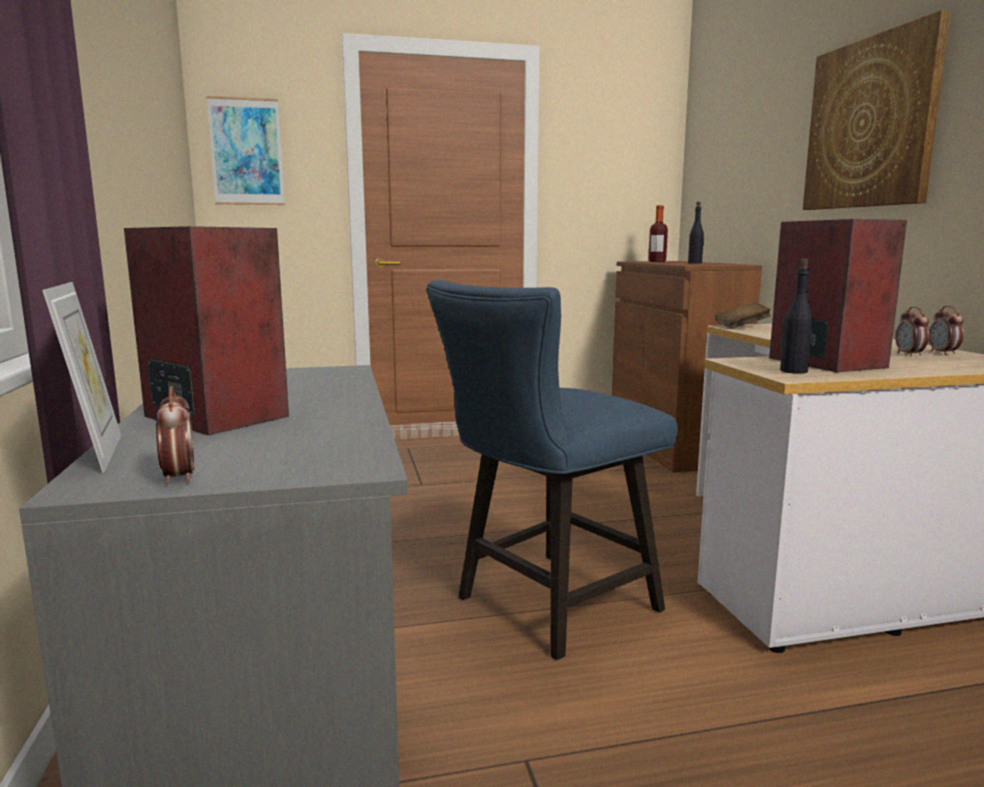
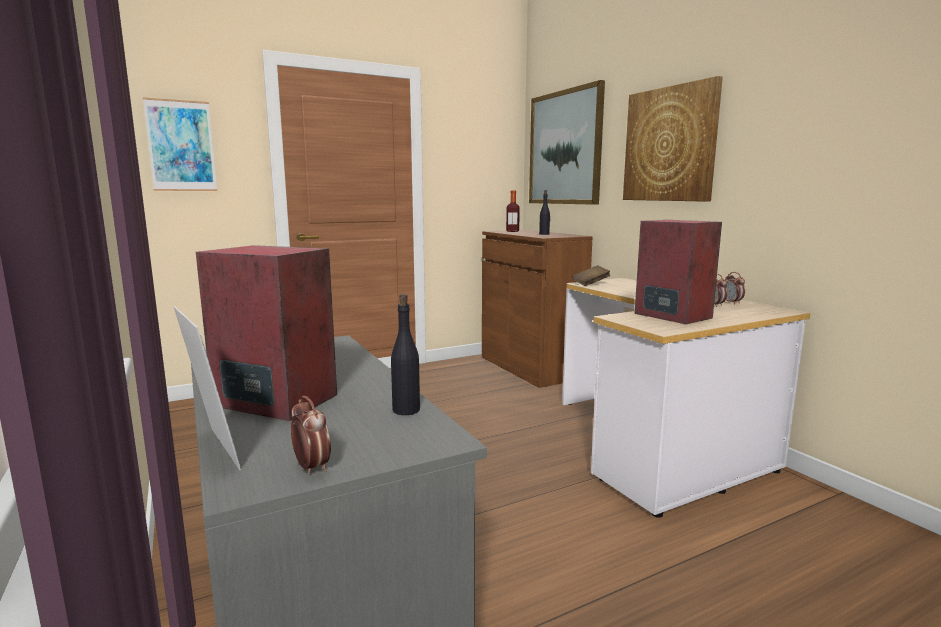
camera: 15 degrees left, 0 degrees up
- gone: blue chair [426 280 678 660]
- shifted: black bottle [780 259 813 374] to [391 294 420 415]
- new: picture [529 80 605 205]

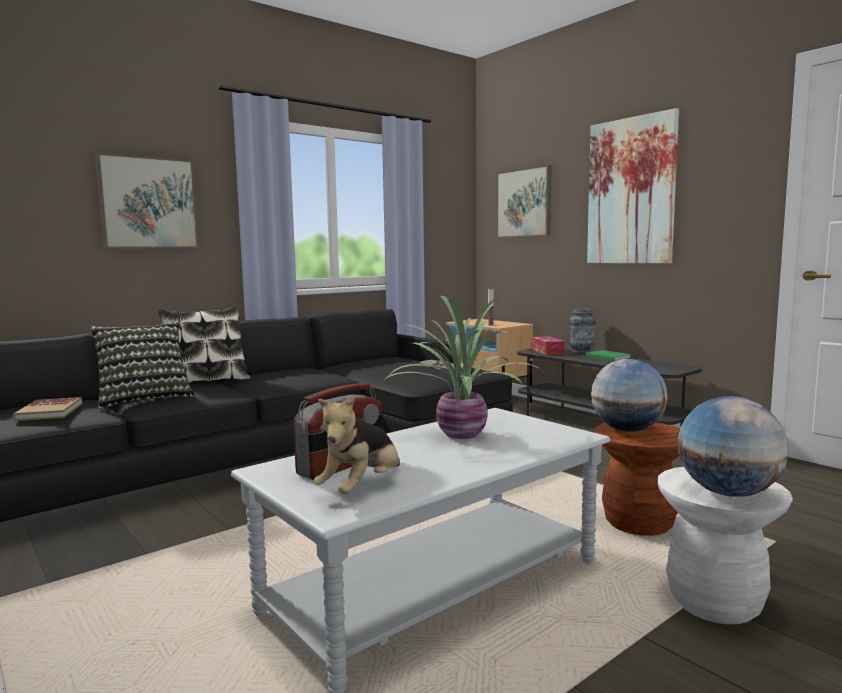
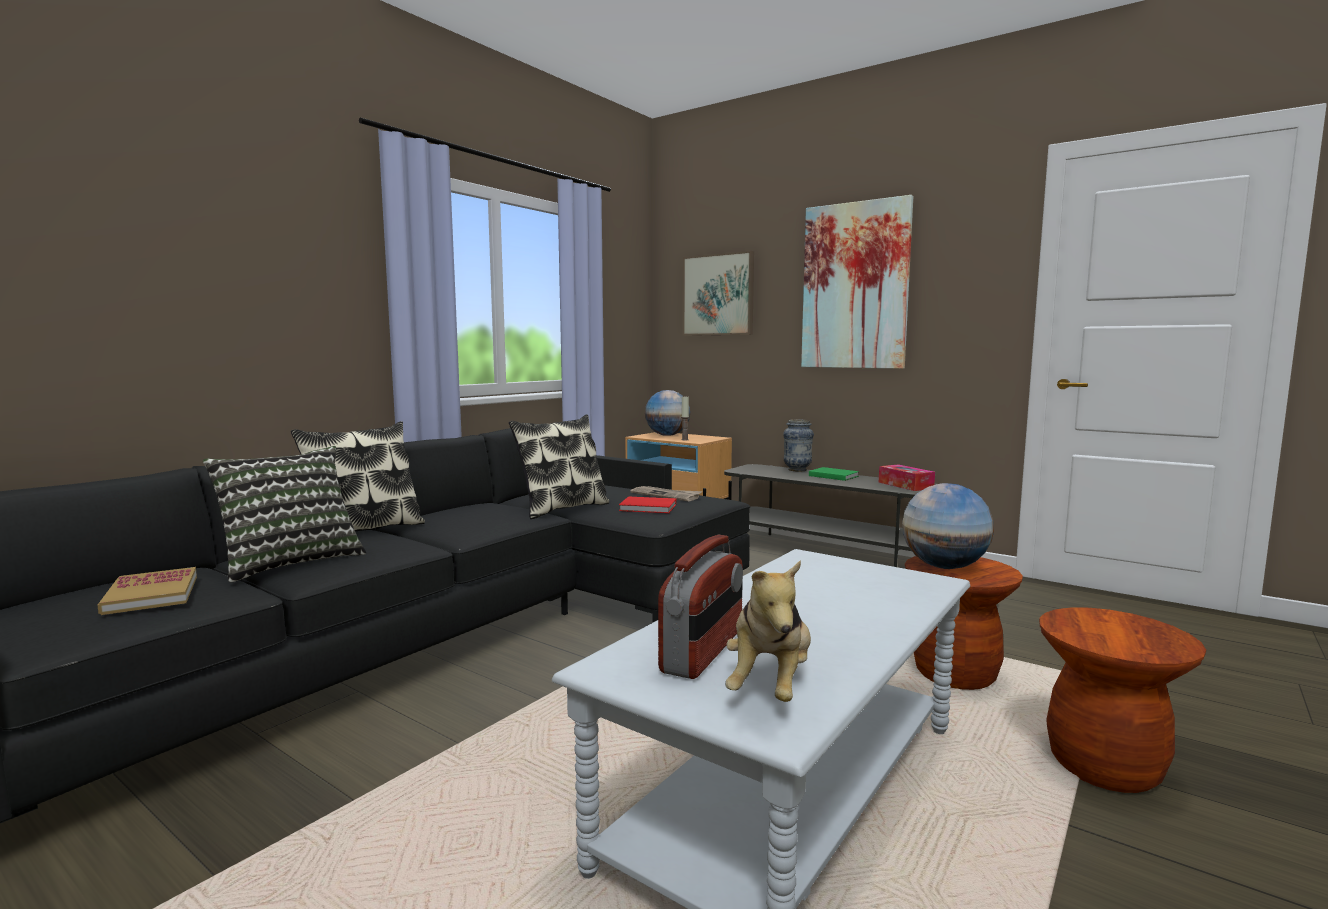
camera: 15 degrees left, 0 degrees up
- gone: picture [95 152 199 249]
- gone: potted plant [382 295 542 439]
- shifted: tissue box [532 336 565 355] to [879 464 935 491]
- repainted: white stool [657 467 793 624] to brown stool [1039 607 1206 793]
- shifted: globe [677 396 789 497] to [645 390 690 436]
- new: pillow [509 415 609 519]
- new: red book [619 496 676 513]

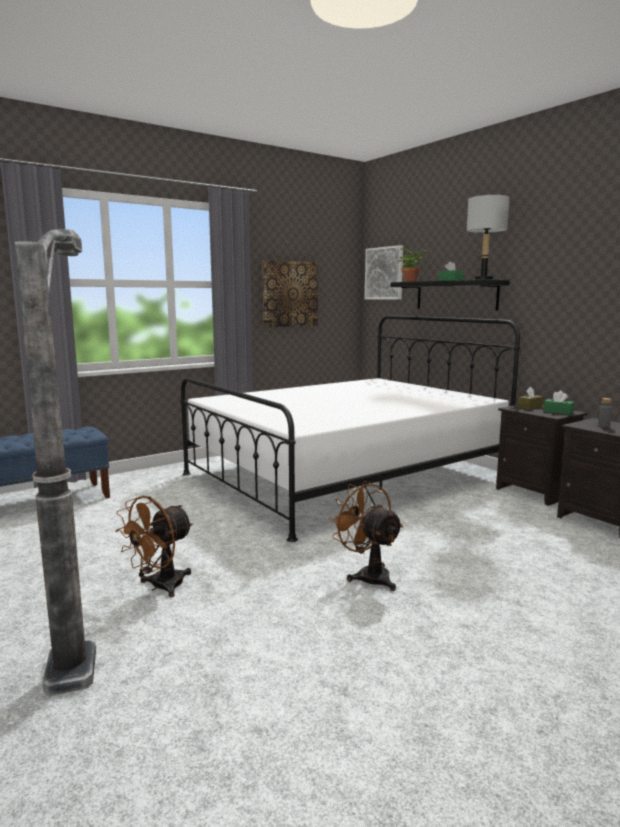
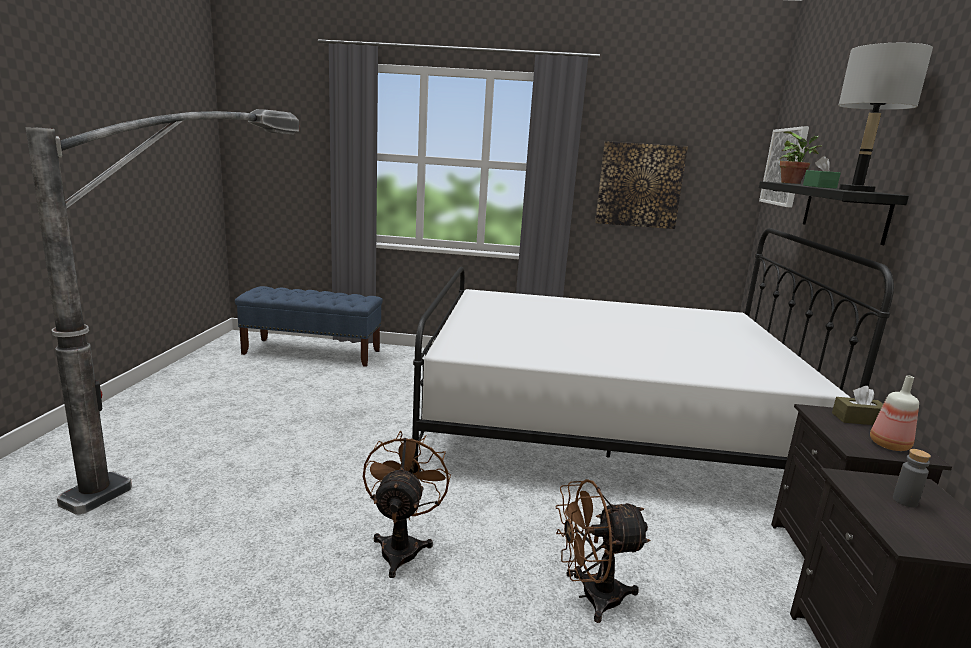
camera: 40 degrees right, 5 degrees up
- shifted: brown fan [115 496 193 597] to [555 479 651 623]
- swapped: green tissue box [543 391 574 415] to bottle [870 375 919 451]

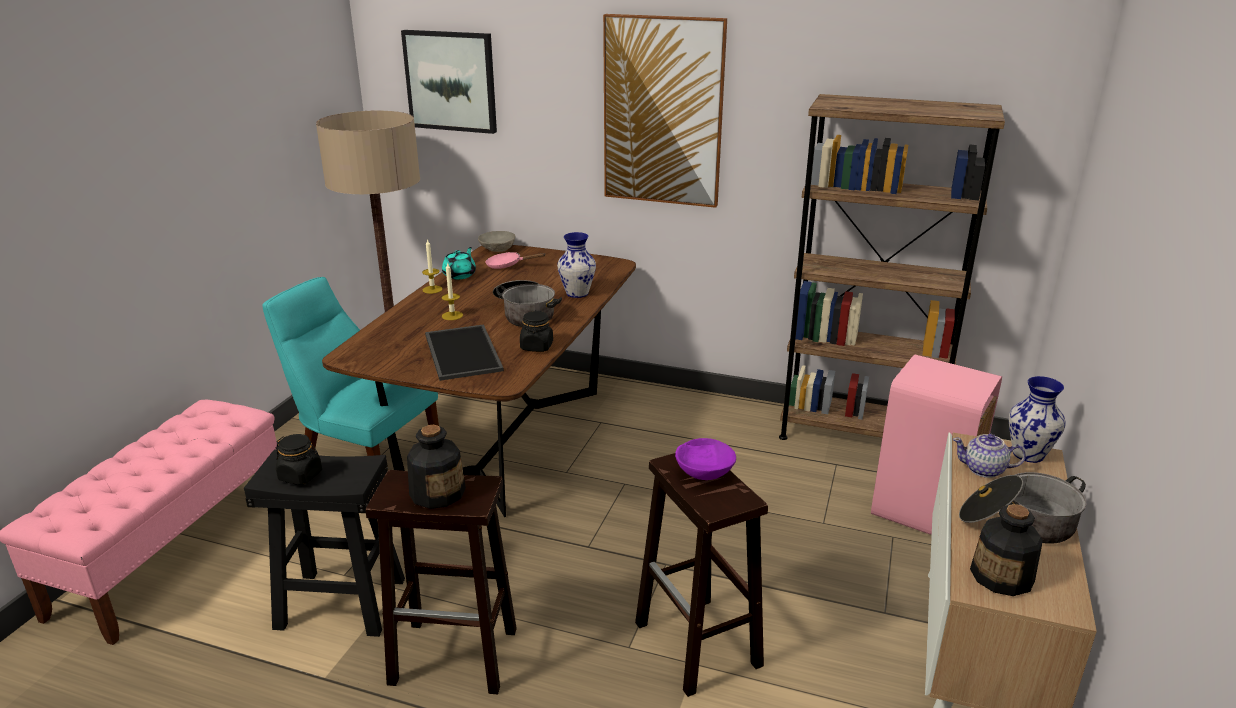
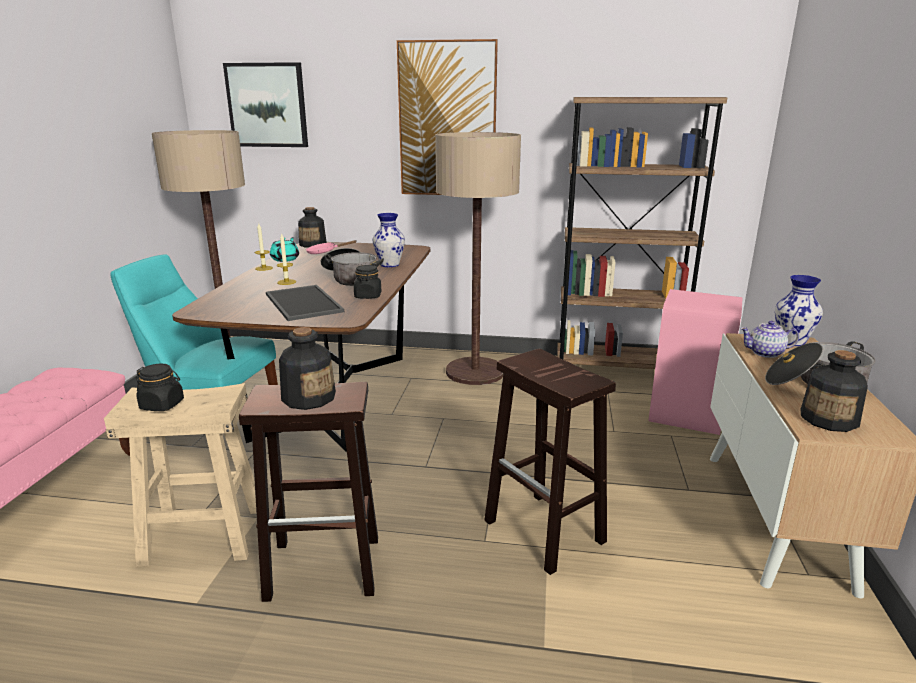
camera: 10 degrees left, 5 degrees down
- repainted: black stool [244 449 405 637] to beige stool [104 383 256 567]
- swapped: grey bowl [478 231 515 252] to bottle [298 207 327 248]
- gone: purple bowl [675 438 736 480]
- new: floor lamp [435 132 521 385]

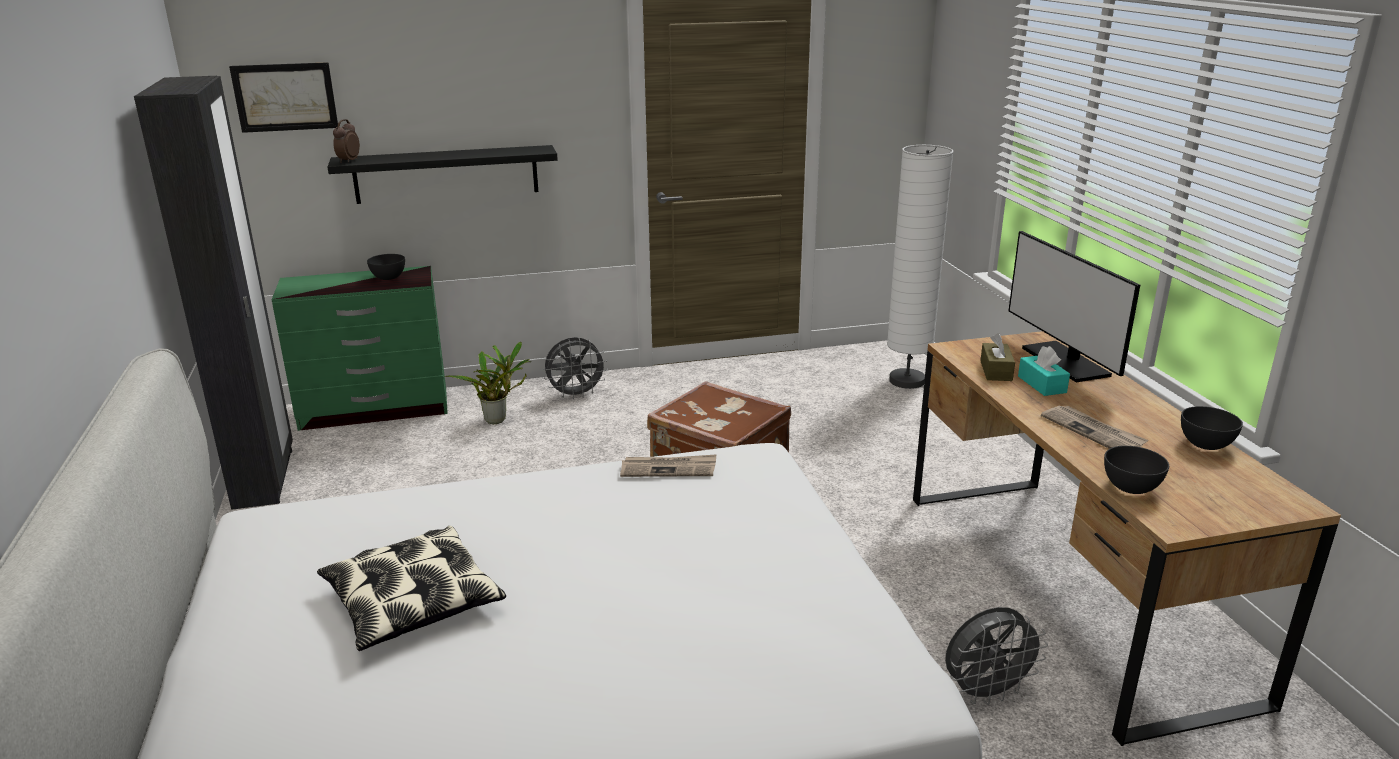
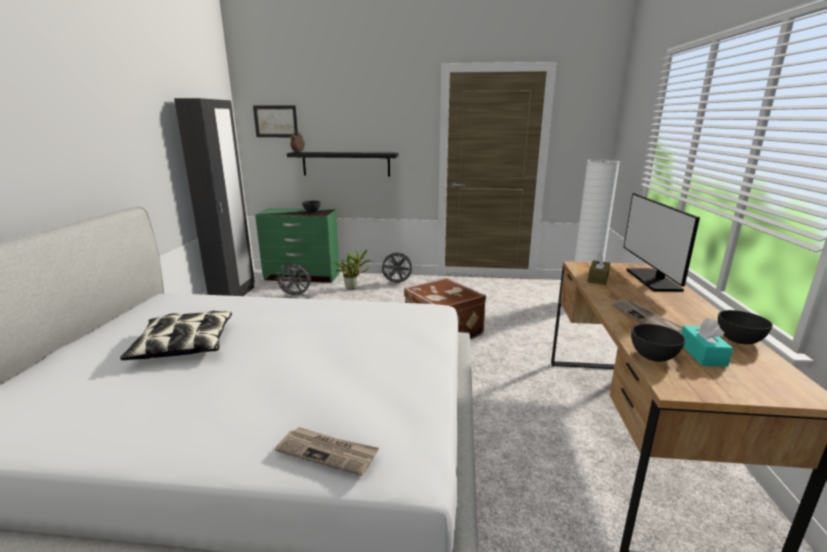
camera: 20 degrees right, 5 degrees down
- shifted: newspaper [620 454 716 477] to [275 427 379 476]
- shifted: grey fan [945 607 1048 705] to [275 263 311 298]
- shifted: turquoise tissue box [1018 346 1070 396] to [681 318 733 367]

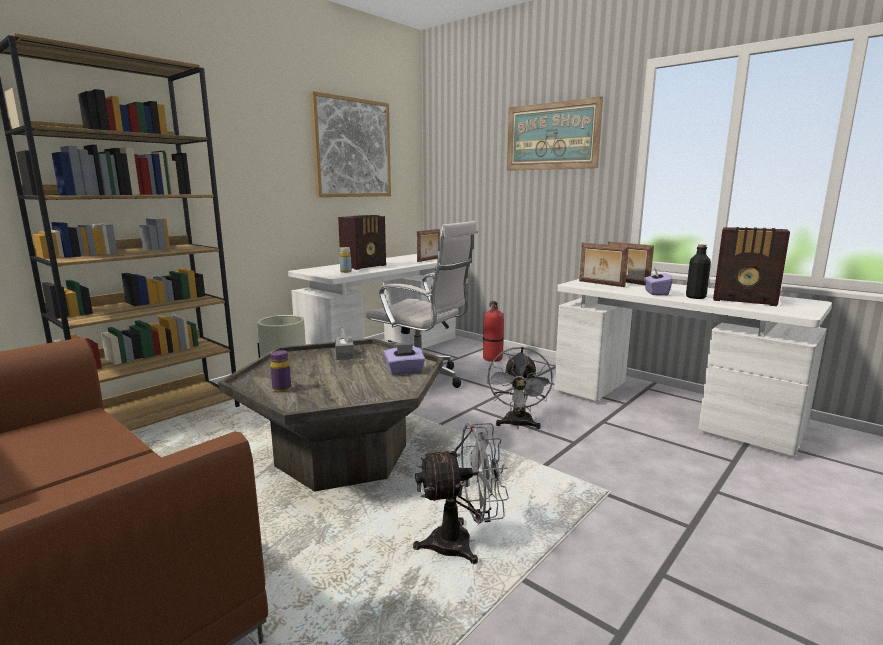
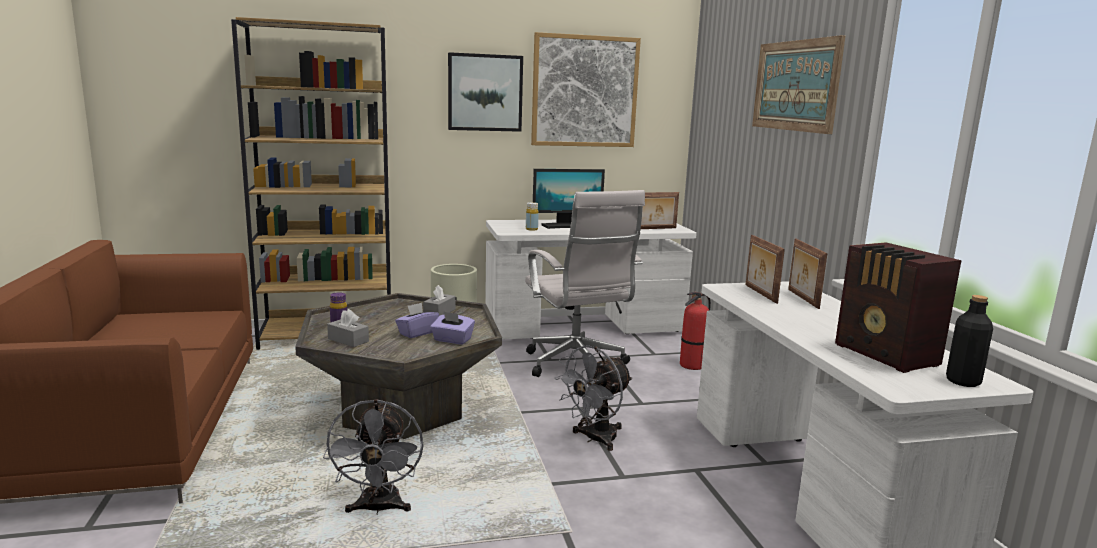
camera: 35 degrees right, 0 degrees up
- swapped: radio [338 215 386 270] to monitor [533 169 605 229]
- rotated: grey fan [413 423 509 564] = [323 399 423 515] 60 degrees clockwise
- shifted: purple tissue box [644 268 673 295] to [395 303 439 338]
- shifted: black bottle [686 244 711 299] to [946 295 993 387]
- new: grey tissue box [327 309 369 347]
- new: picture [448 52 523 132]

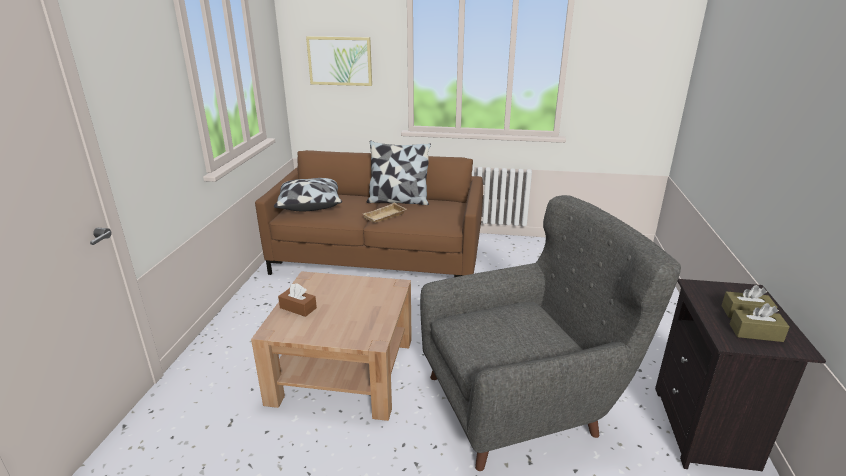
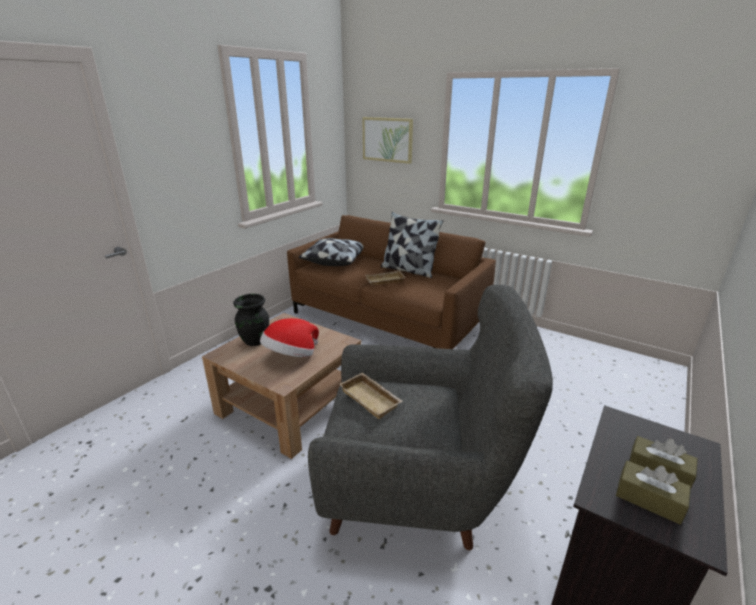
camera: 25 degrees right, 0 degrees up
- swapped: brown tissue box [278 283 317 317] to black vase [233 294 269 346]
- new: hat [260 318 319 357]
- new: beige tray [339 372 403 419]

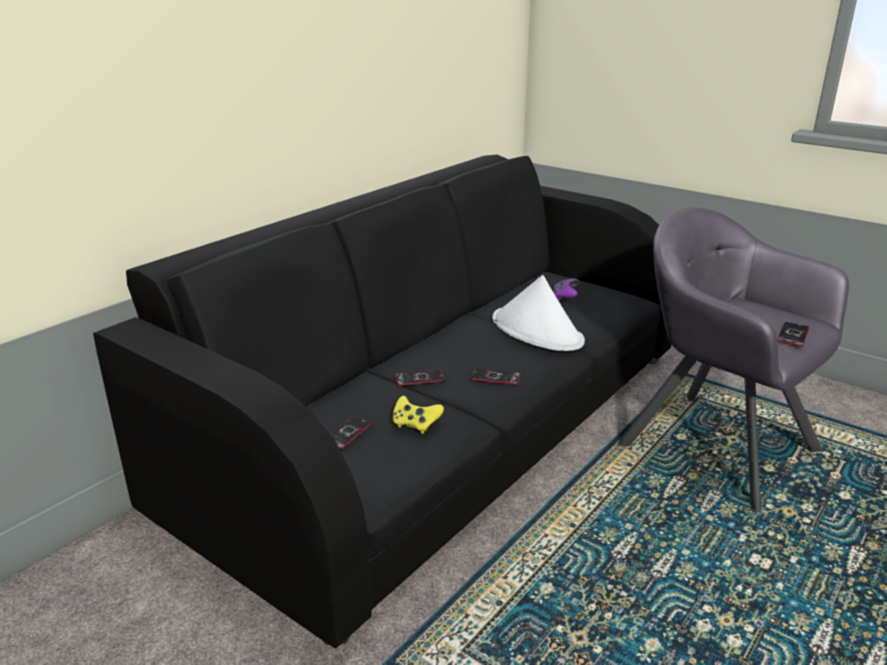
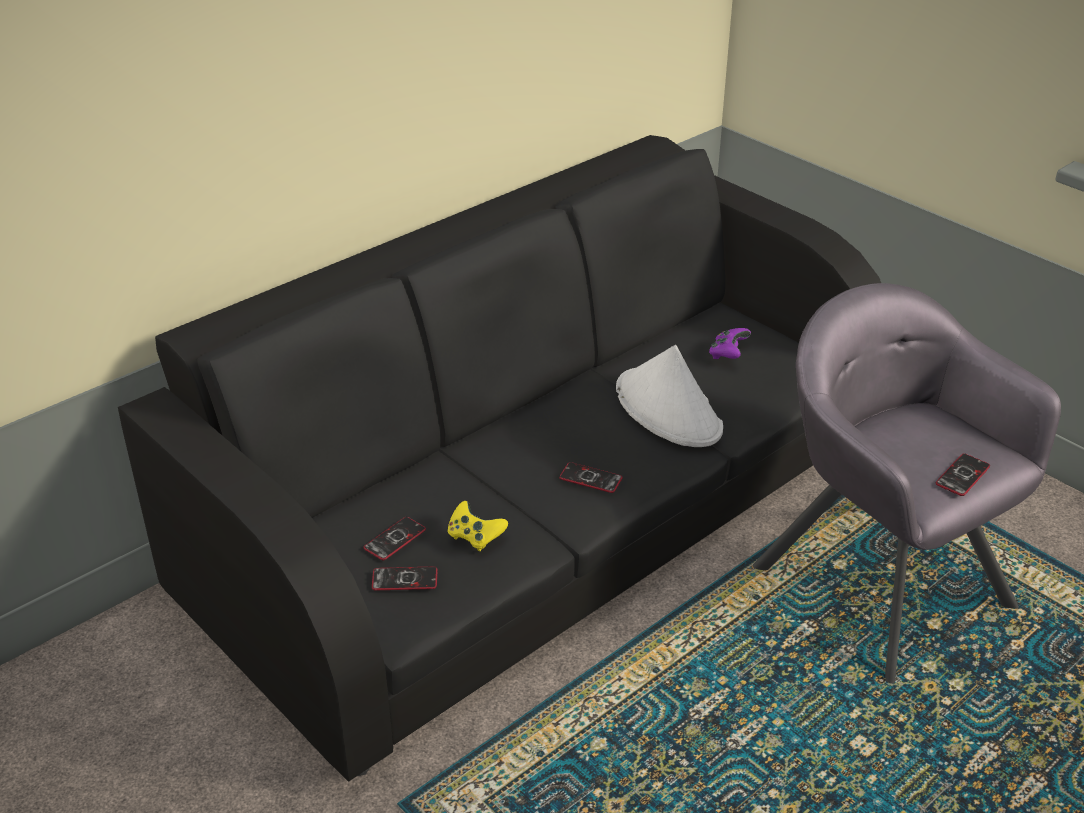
camera: 10 degrees right, 10 degrees up
- shifted: phone [394 369 445 386] to [372 567 437 590]

